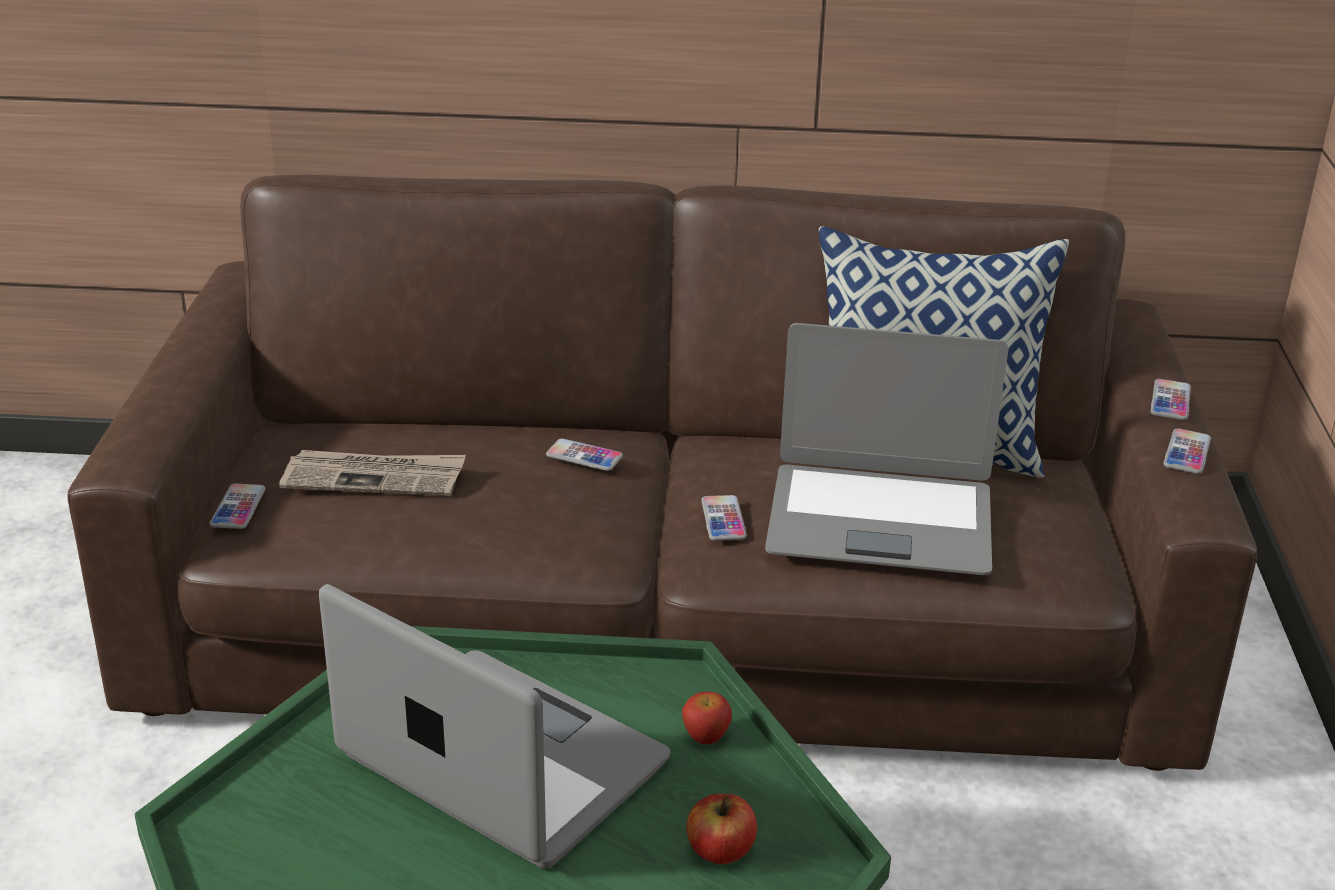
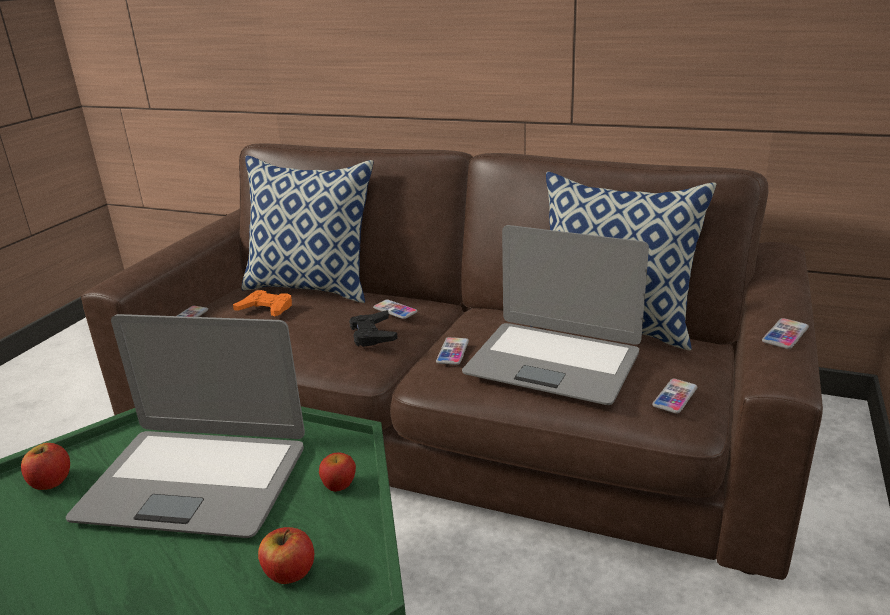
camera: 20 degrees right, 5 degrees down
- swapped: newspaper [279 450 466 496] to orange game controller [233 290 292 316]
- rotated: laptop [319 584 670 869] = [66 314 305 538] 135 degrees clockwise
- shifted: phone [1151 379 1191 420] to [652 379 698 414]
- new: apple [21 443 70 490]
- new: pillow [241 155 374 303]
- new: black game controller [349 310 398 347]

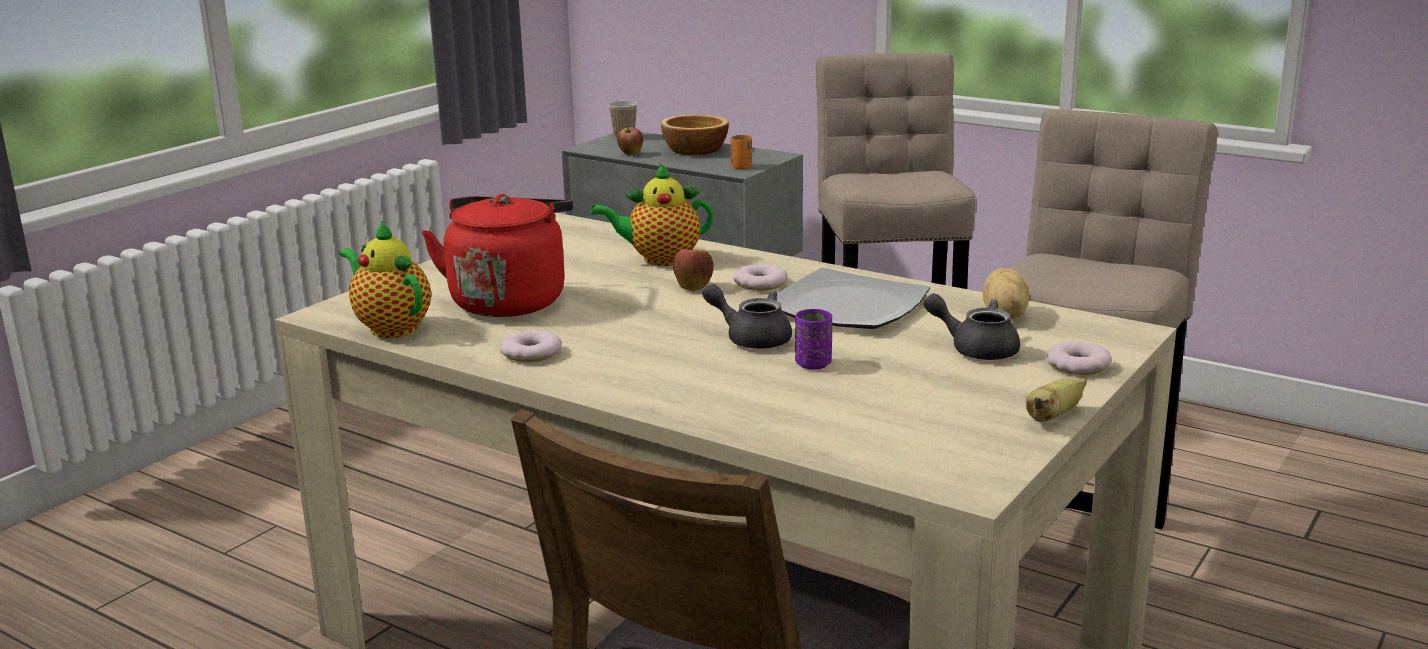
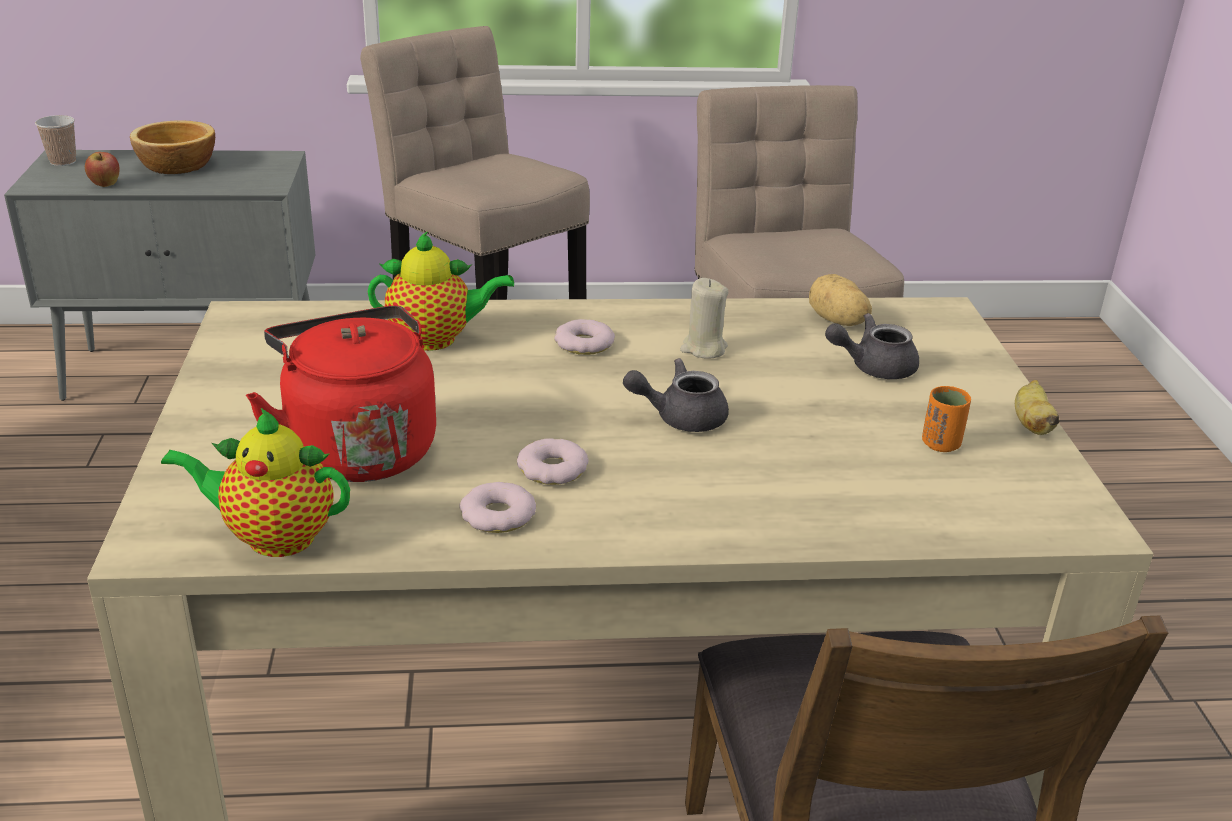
camera: 40 degrees left, 10 degrees up
- rotated: teapot [590 163 713 266] = [368 231 514 351] 135 degrees counterclockwise
- gone: apple [673 241 714 291]
- shifted: orange cup [730 135 752 170] to [922 386 971 452]
- swapped: plate [777 268 930 329] to beige candle [680 278 729 359]
- gone: purple cup [795 309 832 370]
- shifted: donut [1047 341 1112 375] to [517 438 588 485]

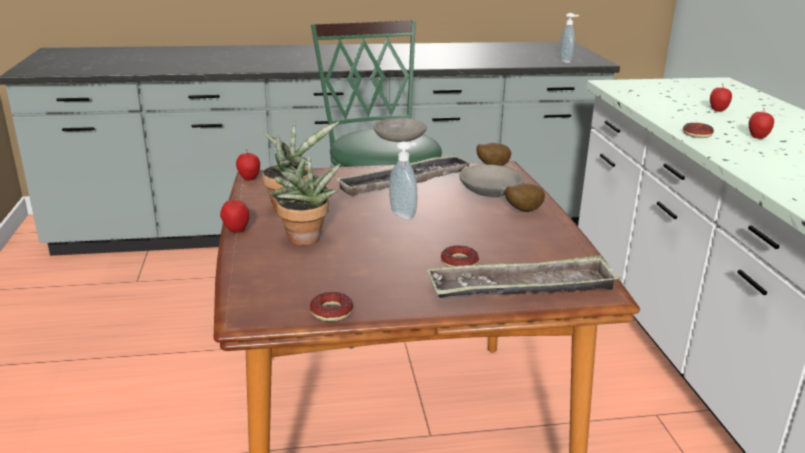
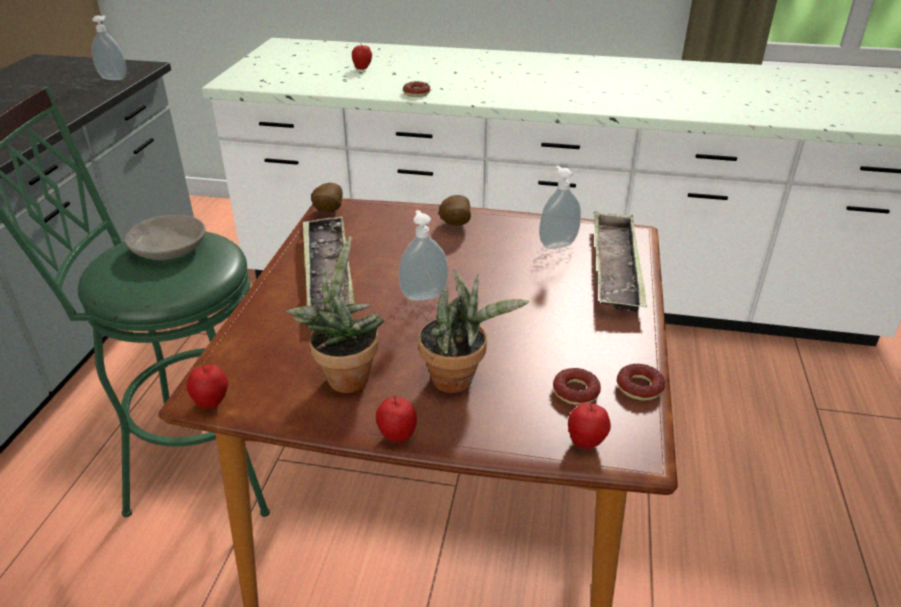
camera: 70 degrees left, 10 degrees up
- shifted: donut [441 245 479 267] to [553 368 601 405]
- gone: grey bowl [459 165 524 197]
- shifted: apple [749 108 774 139] to [568 403 611 450]
- new: soap dispenser [539 166 581 249]

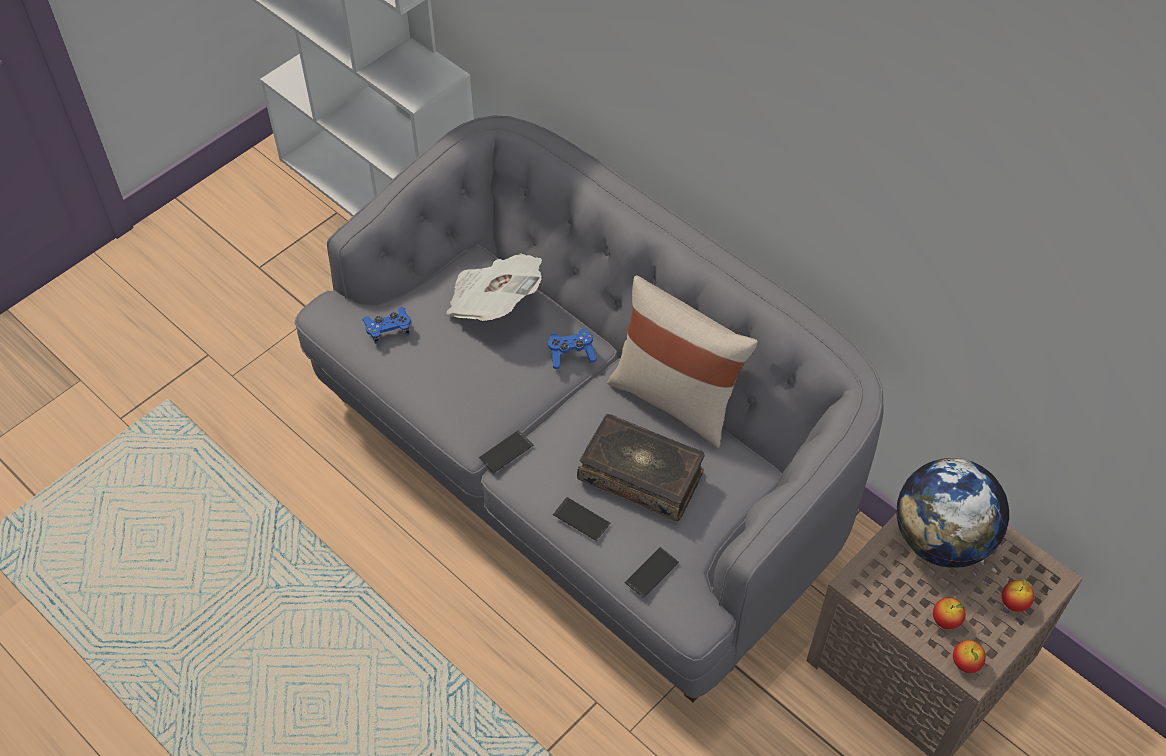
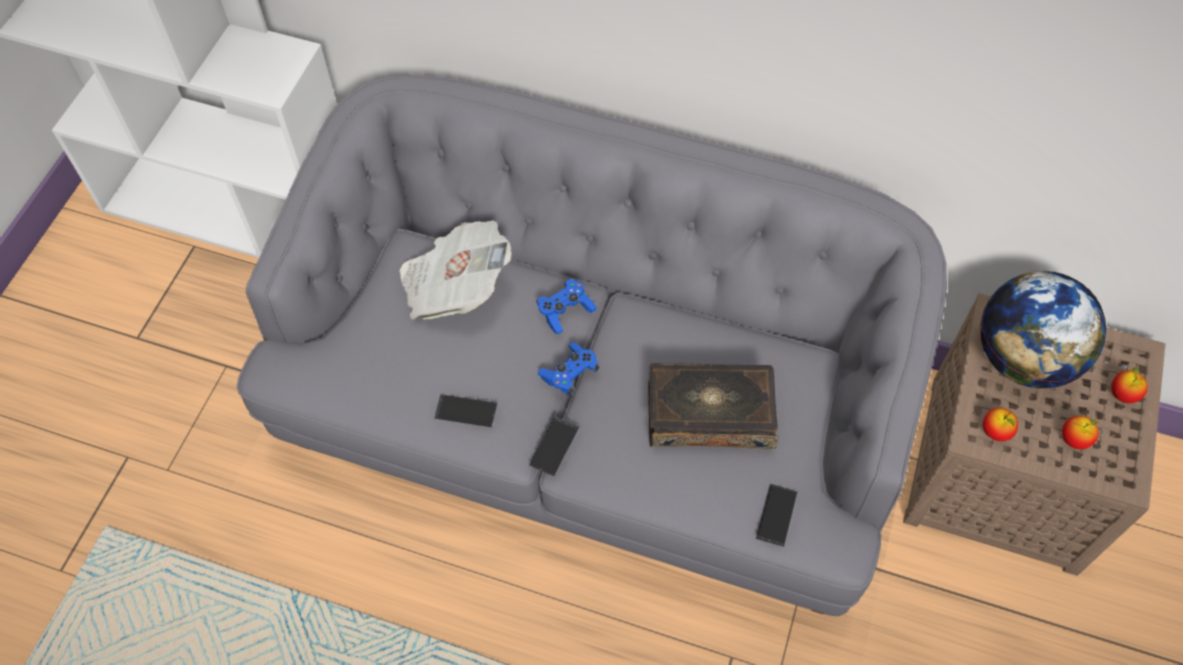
camera: 25 degrees left, 5 degrees up
- shifted: blue game controller [362 307 411 344] to [538 342 600 396]
- shifted: phone [553 497 610 541] to [434 394 497 427]
- gone: beige pillow [607 276 758 448]
- shifted: apple [953 640 986 673] to [983 408 1018 441]

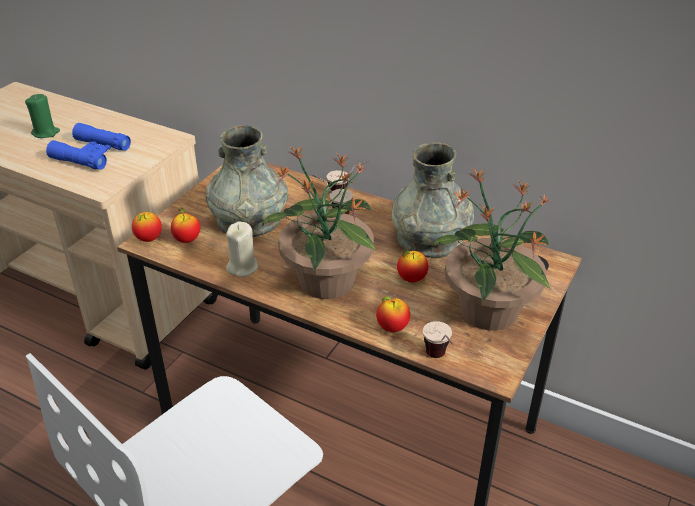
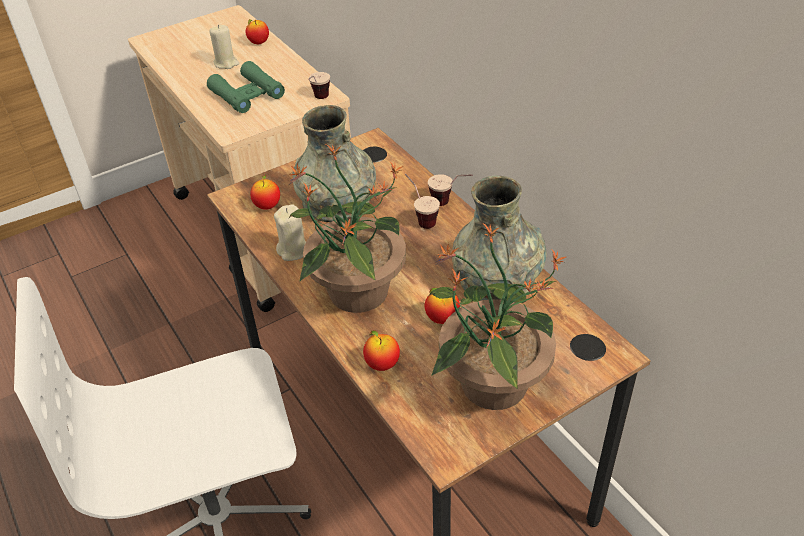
camera: 30 degrees right, 5 degrees up
- repainted: green candle [25 94 60 138] to beige candle [210 25 239 69]
- repainted: blue binoculars [46 123 131 170] to green binoculars [207 61 285 113]
- shifted: apple [132 212 162 242] to [246 19 269 44]
- shifted: cup [423 321 453 358] to [308 72 330 99]

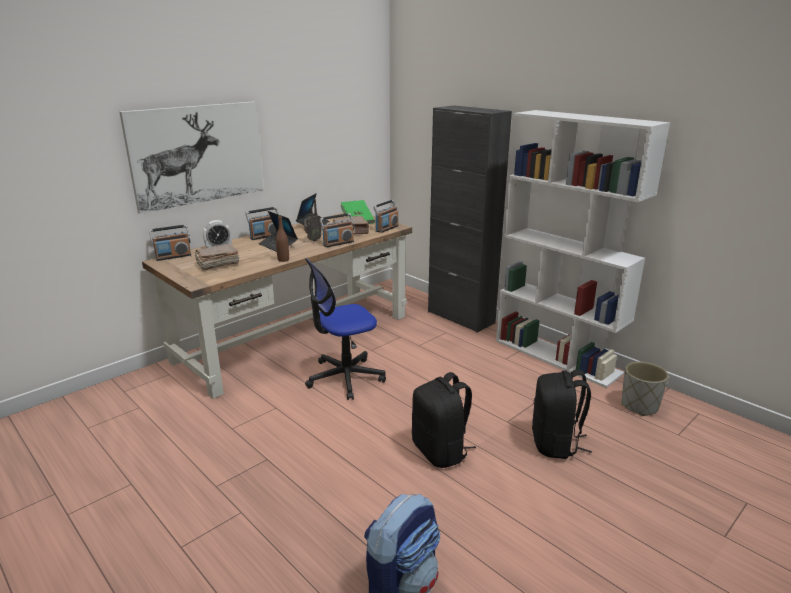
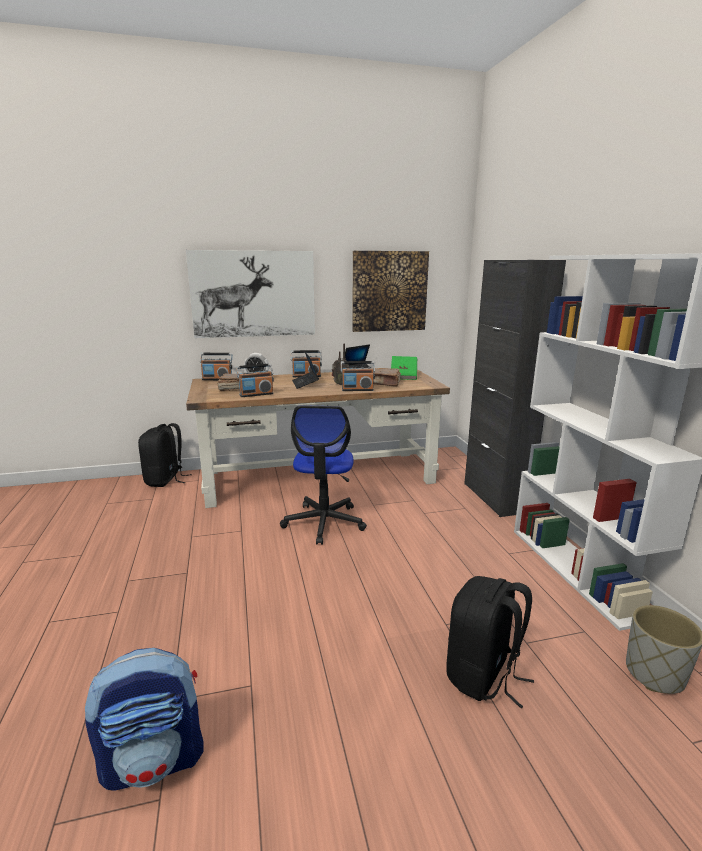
camera: 30 degrees right, 5 degrees down
- gone: brown bottle [276 215 289 262]
- rotated: office chair [305 258 386 400] = [280 405 367 545] 90 degrees counterclockwise
- shifted: radio [373 200 399 233] to [236 364 274 397]
- shifted: black backpack [412 372 476 468] to [138 423 192 487]
- new: picture [352 251 429 332]

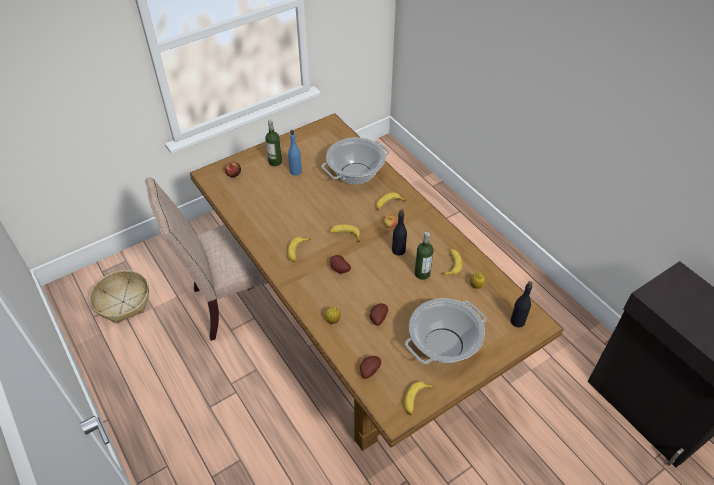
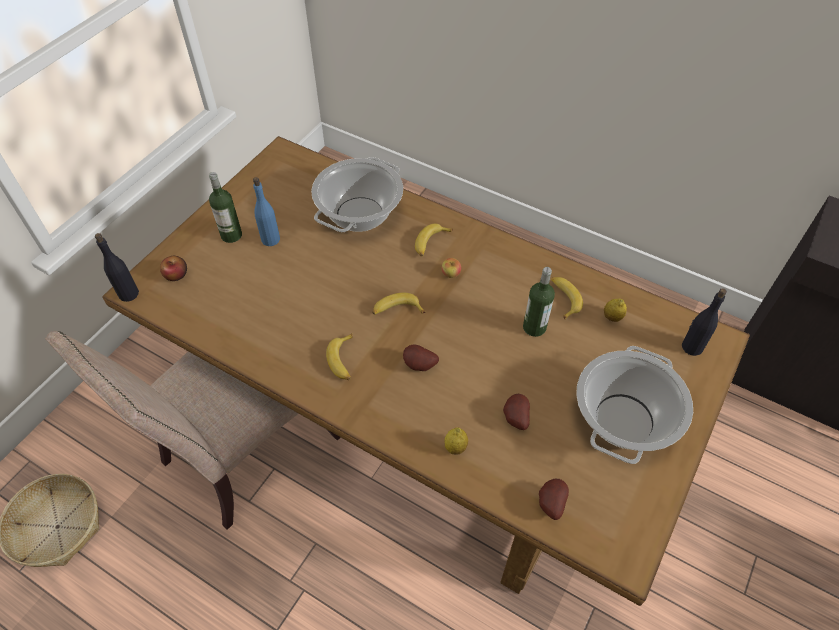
camera: 25 degrees left, 5 degrees up
- shifted: black bottle [392 209 407 256] to [95 233 139 302]
- gone: banana [404 381 435 415]

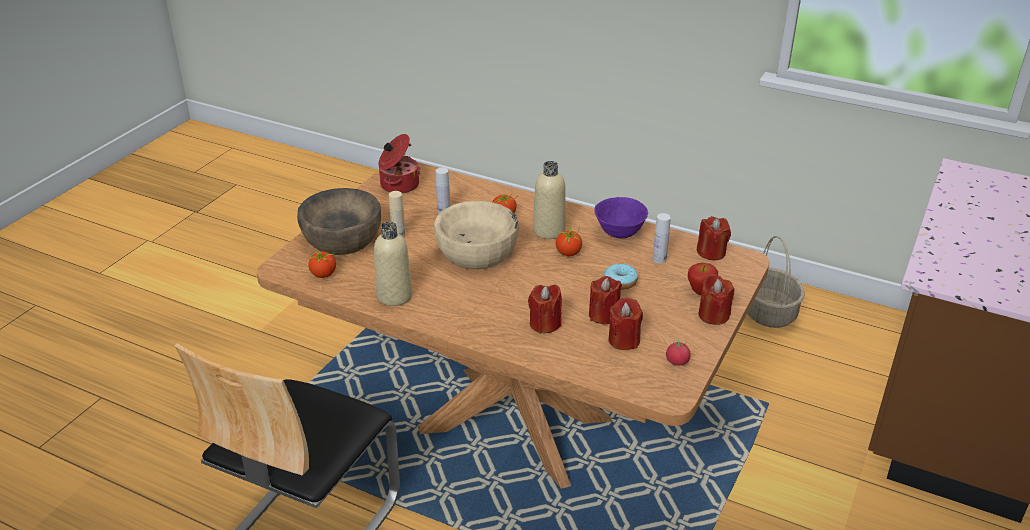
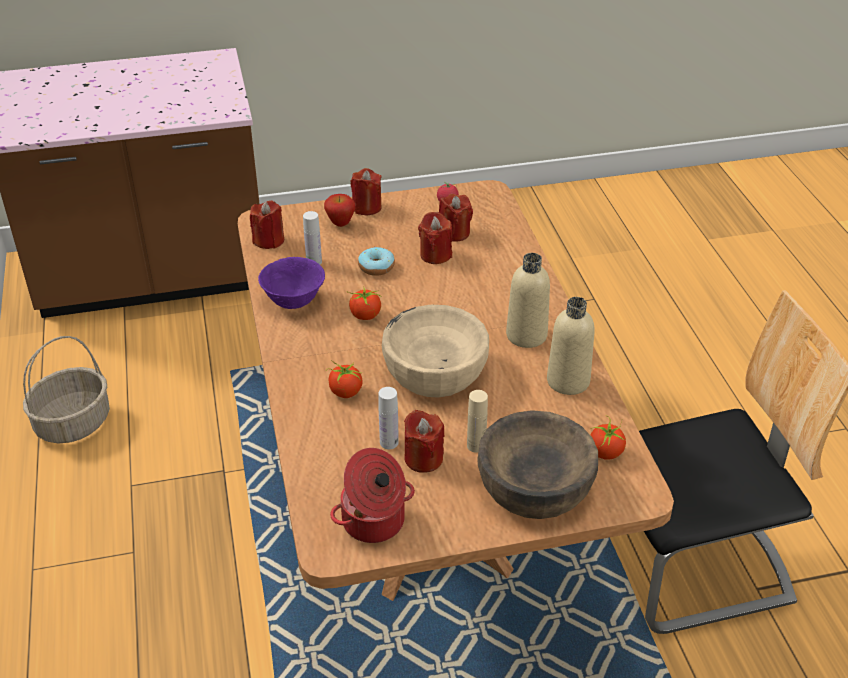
camera: 130 degrees left, 5 degrees up
- shifted: red candle [528 285 562 334] to [404 410 445 473]
- shifted: beige bottle [533 161 566 239] to [506 253 550 348]

